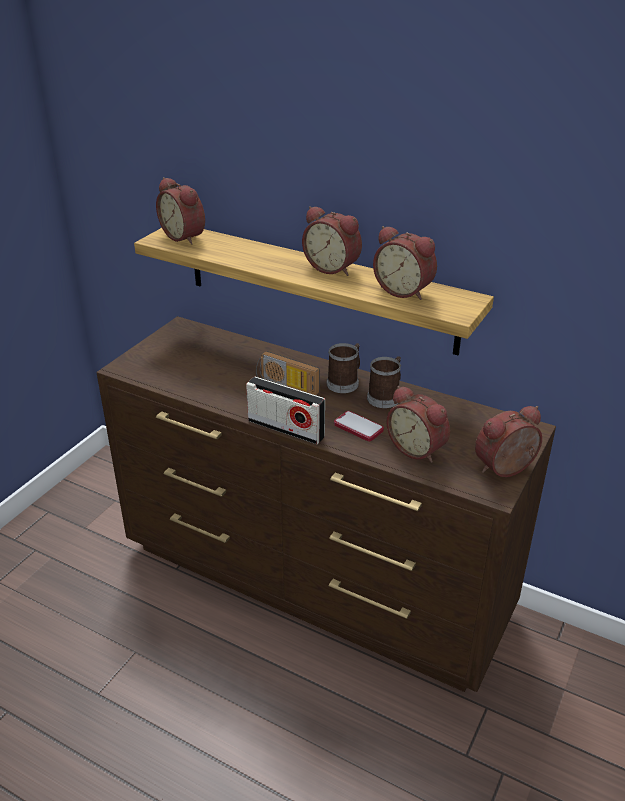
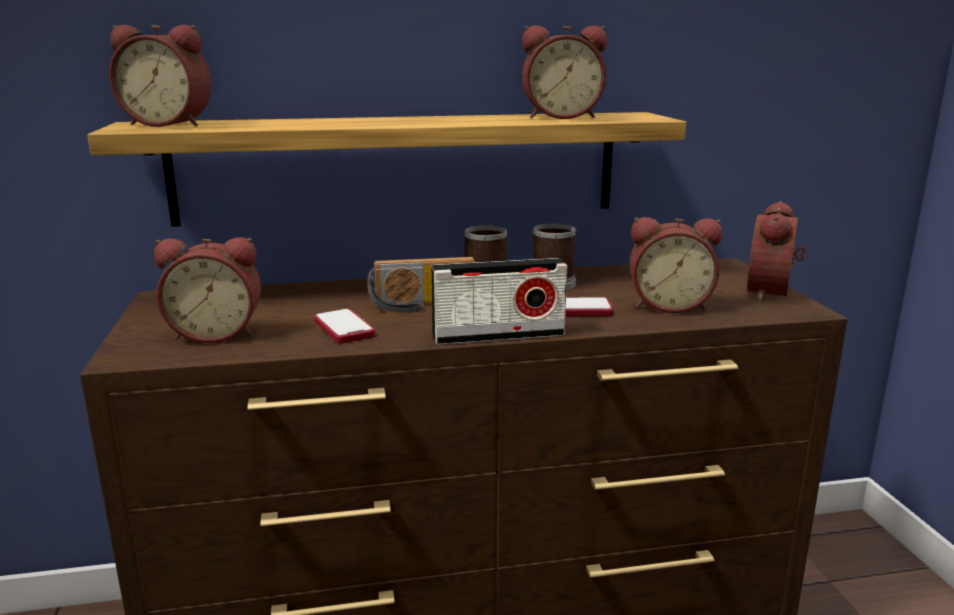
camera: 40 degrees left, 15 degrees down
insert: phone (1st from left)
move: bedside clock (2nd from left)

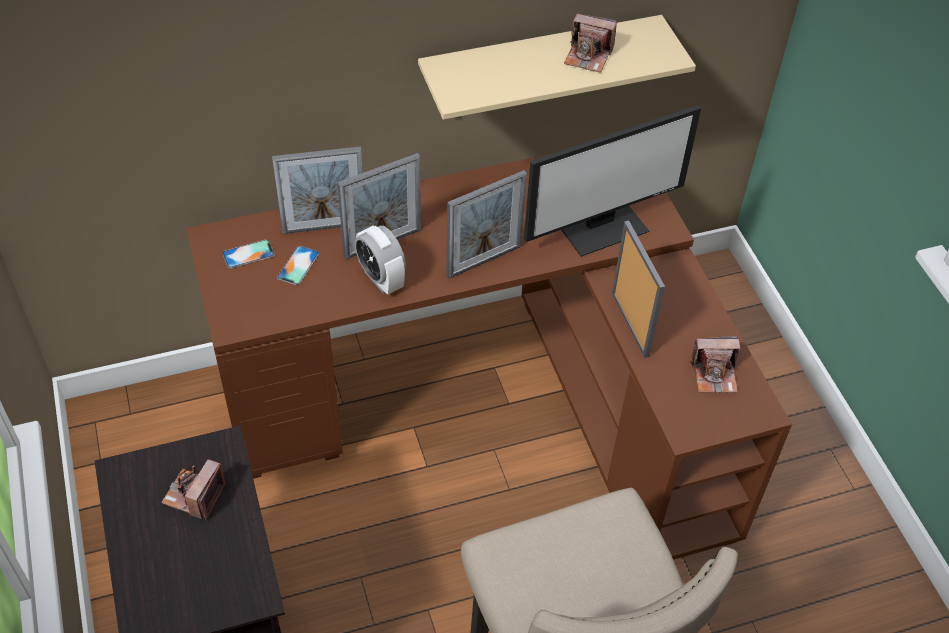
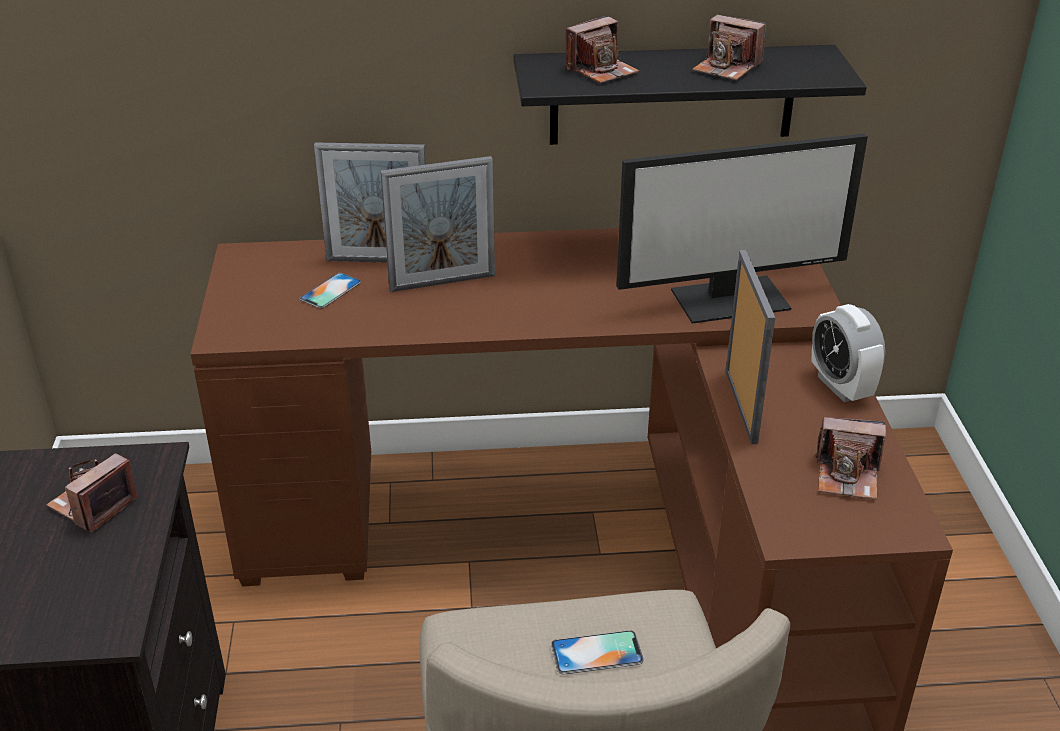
camera: 15 degrees right, 15 degrees down
delete: standing frame (3rd from left)
insert: still camera (2nd from left)
move: phone (1st from left in the first image) to phone (2nd from left); bedside clock
recolor: sand-coloured bracket shelf to blackish bracket shelf

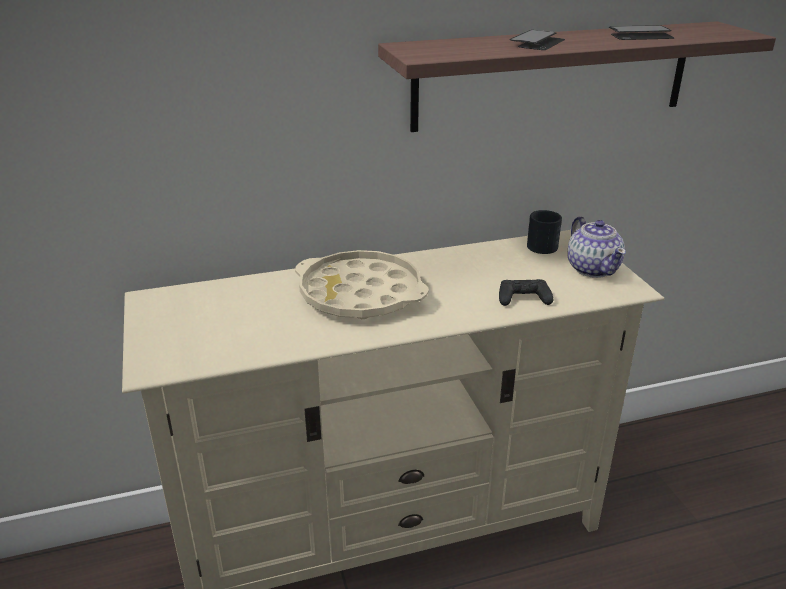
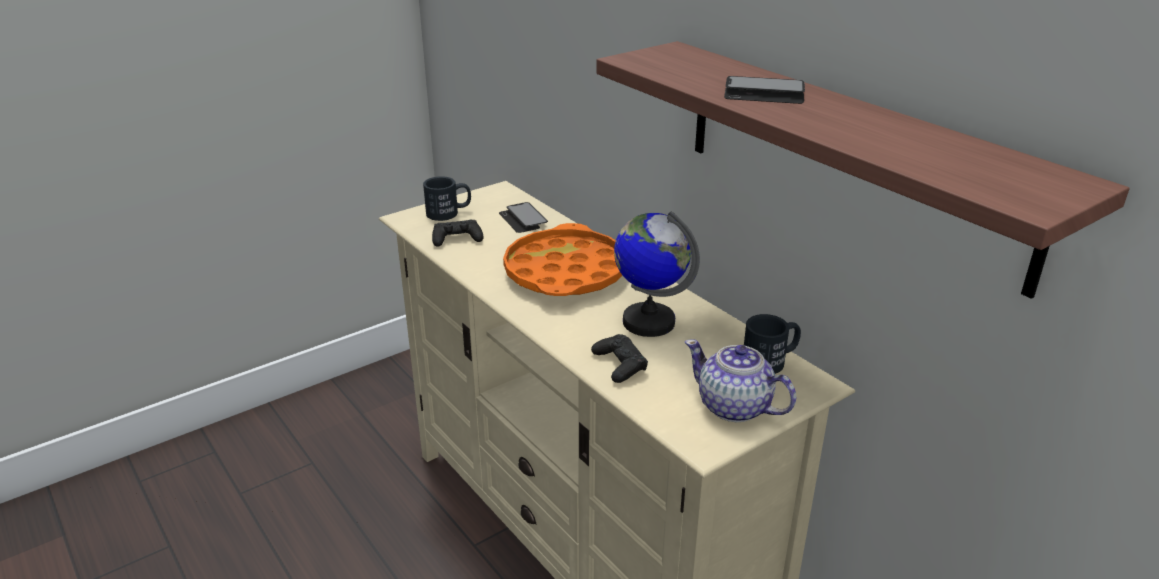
camera: 70 degrees right, 0 degrees up
insert: blackish coffee mug (1st from left); blackish joypad (1st from left); world globe
move: phone (2nd from left in the first image) to phone (1st from left)
recolor: sand-coloured carrying tray to orange carrying tray
rotate: teapot 75 degrees clockwise

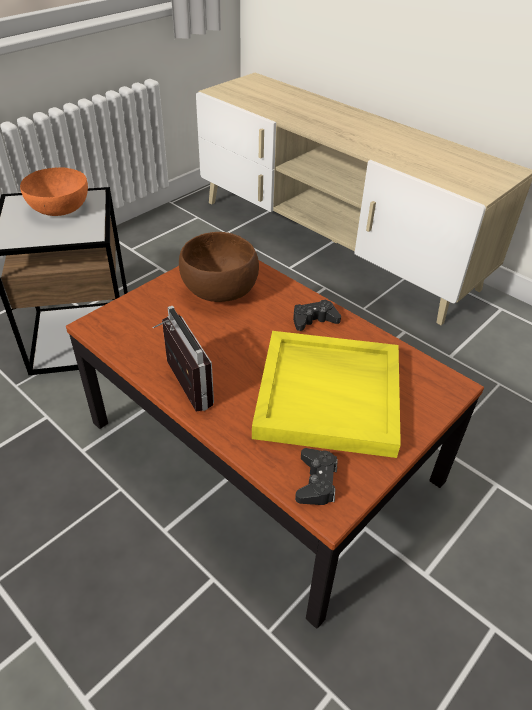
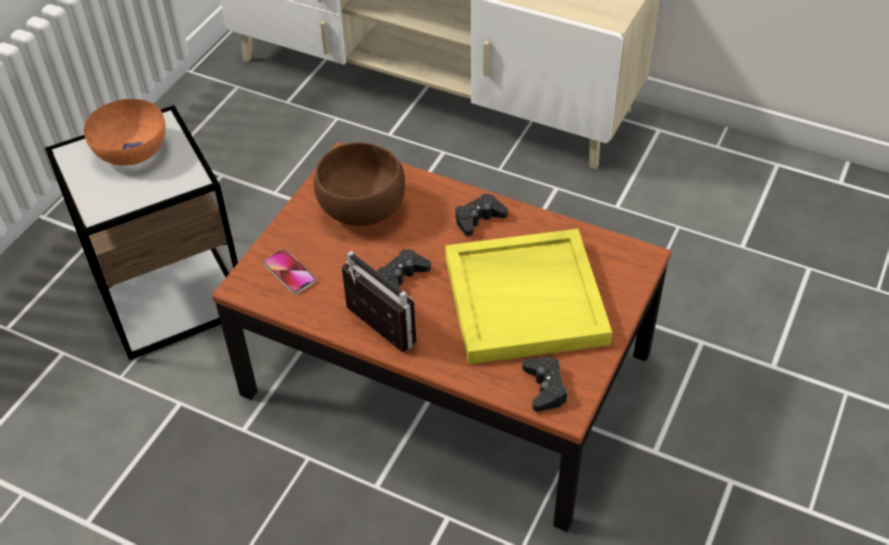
camera: 15 degrees left, 5 degrees up
insert: phone; blackish joypad (1st from left)

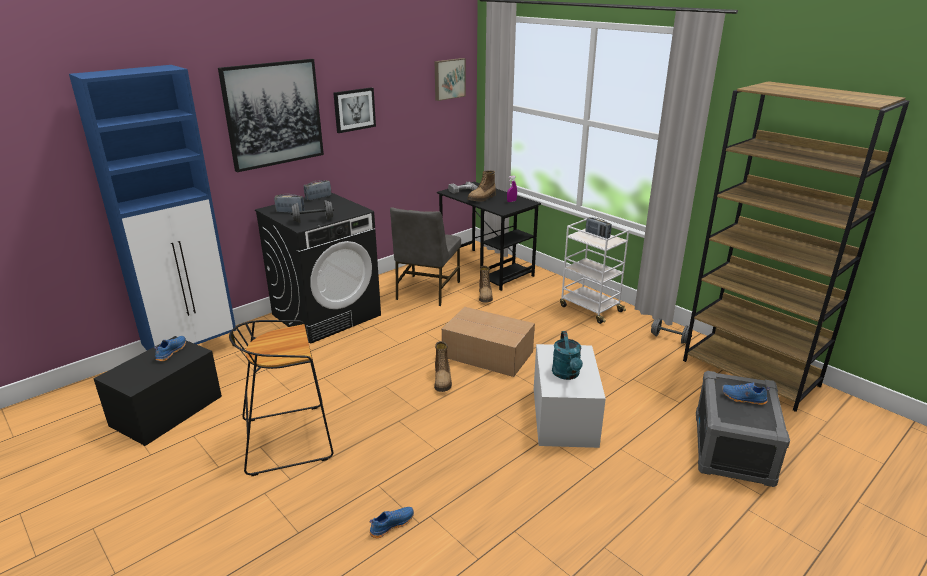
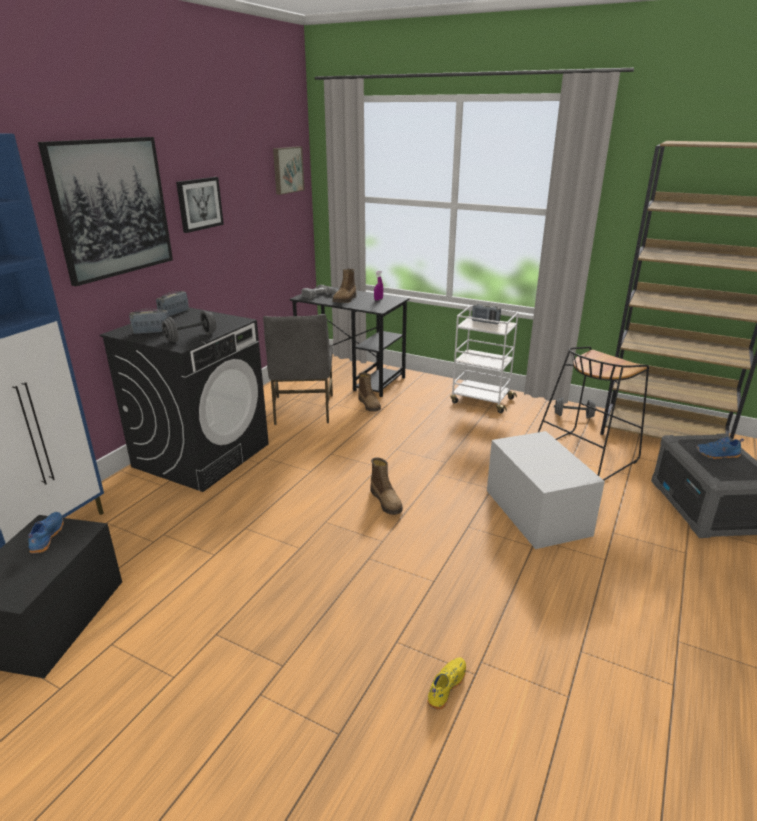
camera: 20 degrees left, 0 degrees up
delete: cardboard box; blue-green watering can
move: blackish stool seat
recolor: bluish item of footwear (2nd from left) to yellow item of footwear

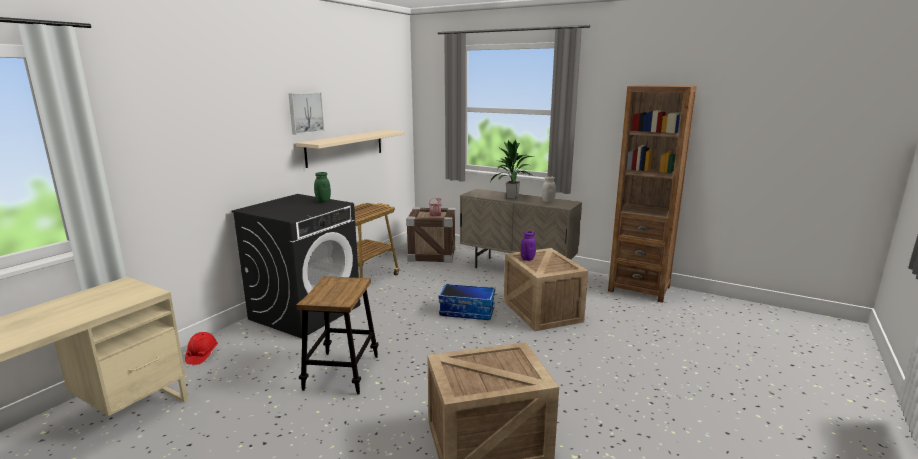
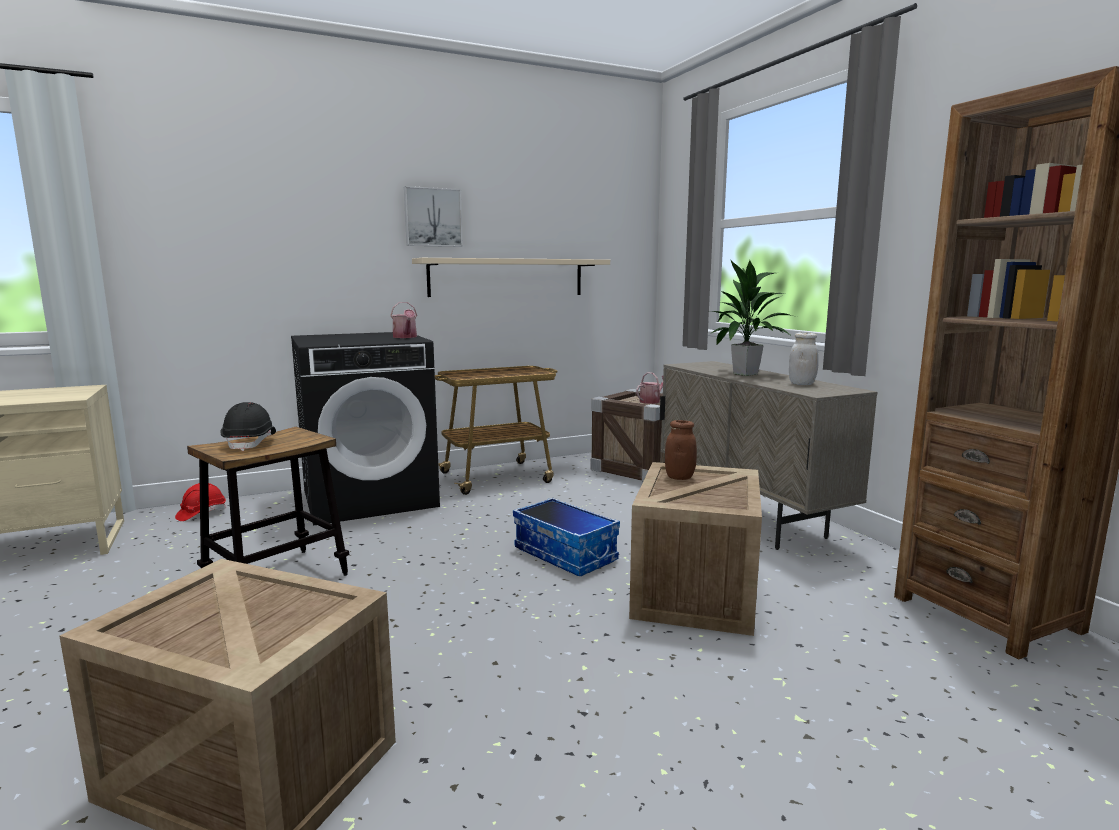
camera: 35 degrees right, 5 degrees down
insert: blackish hard hat
replace: green storage jar to watering can (1st from left)
recolor: purple storage jar to brownish storage jar

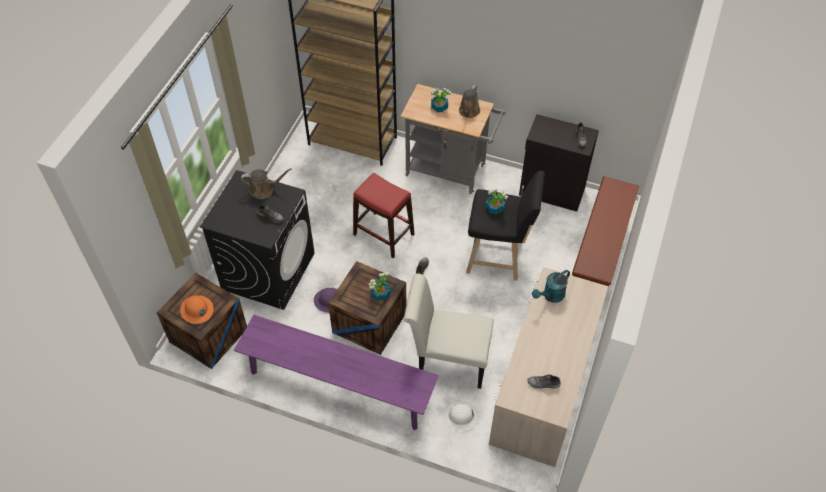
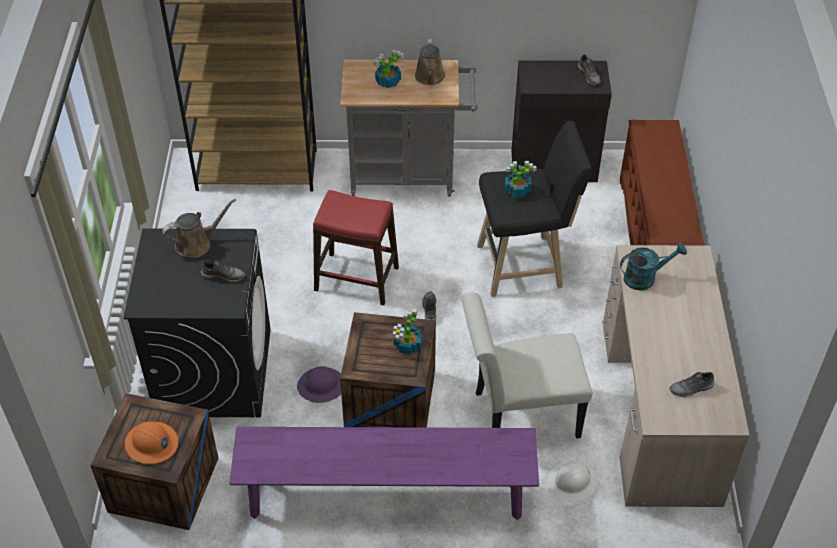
camera: 20 degrees left, 5 degrees down
rotate: blue-green watering can 135 degrees counterclockwise

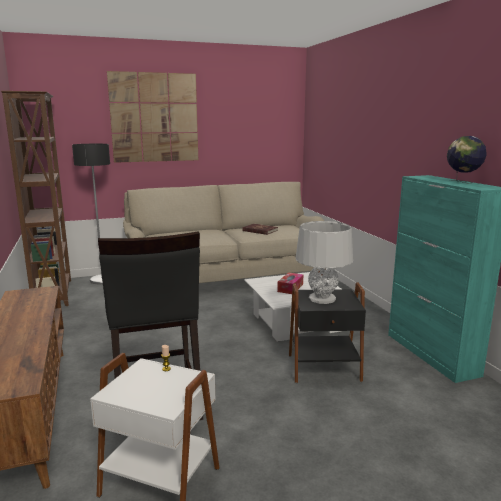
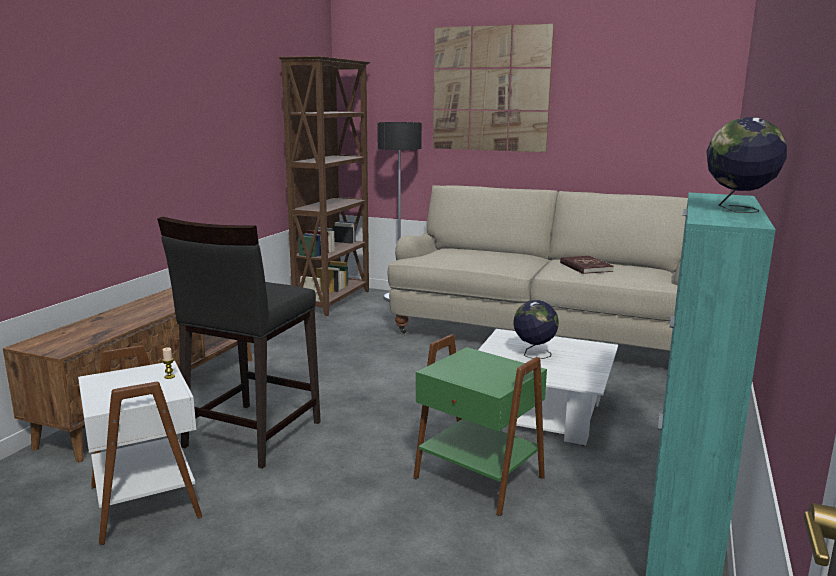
camera: 40 degrees right, 0 degrees up
delete: grey lamp for a table
replace: tissue holder to world globe (1st from left)
recolor: blackish end table to green end table

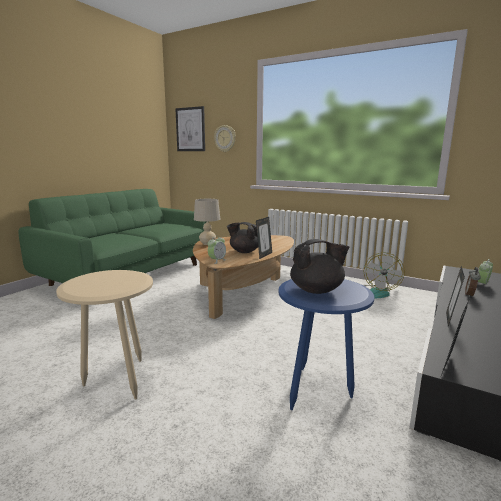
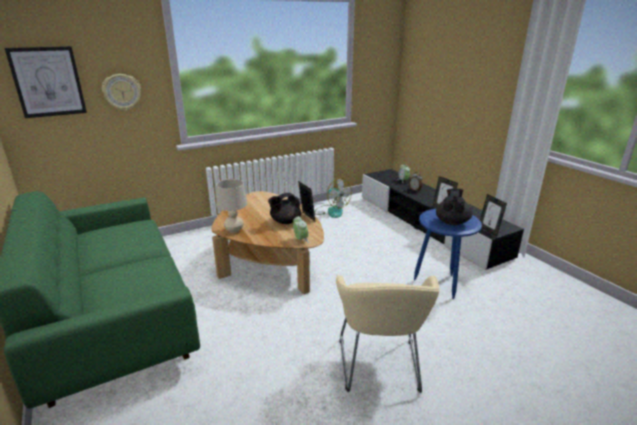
camera: 60 degrees left, 10 degrees up
replace: sand-coloured end table to sand-coloured armchair

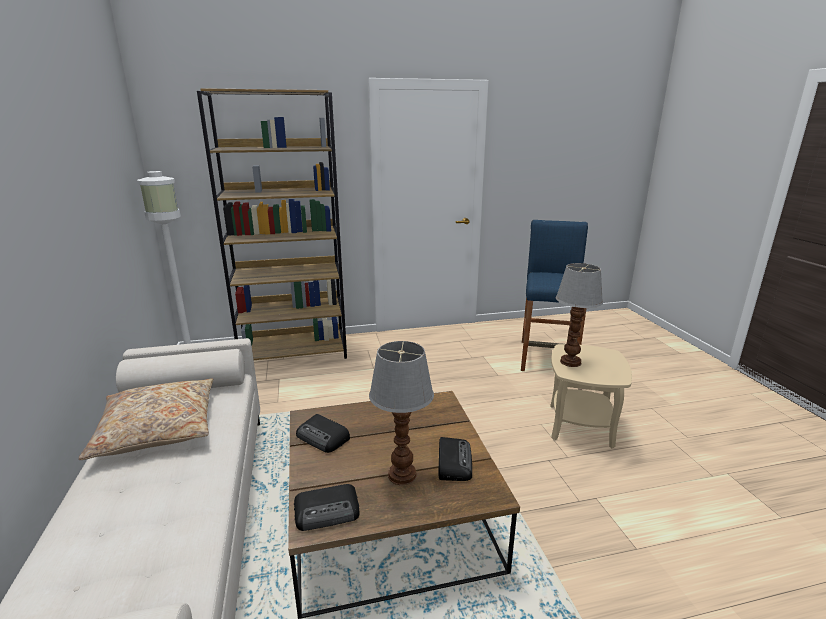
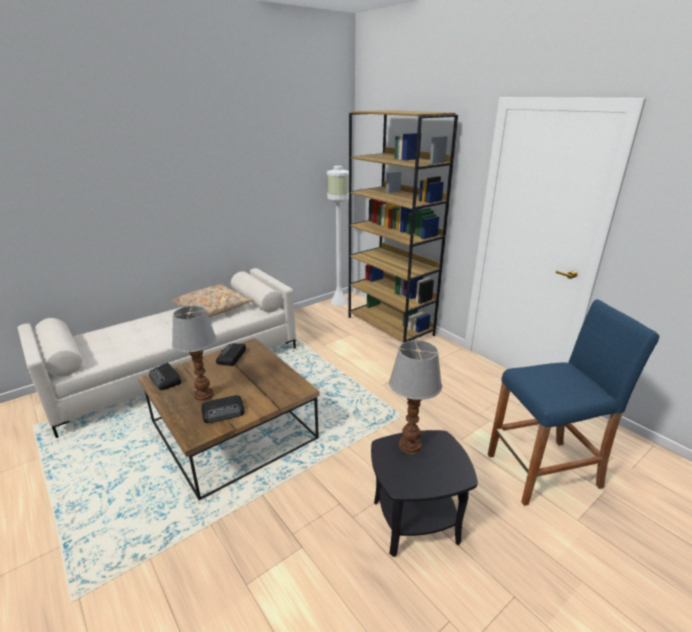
camera: 65 degrees right, 5 degrees up
recolor: sand-coloured end table to blackish end table

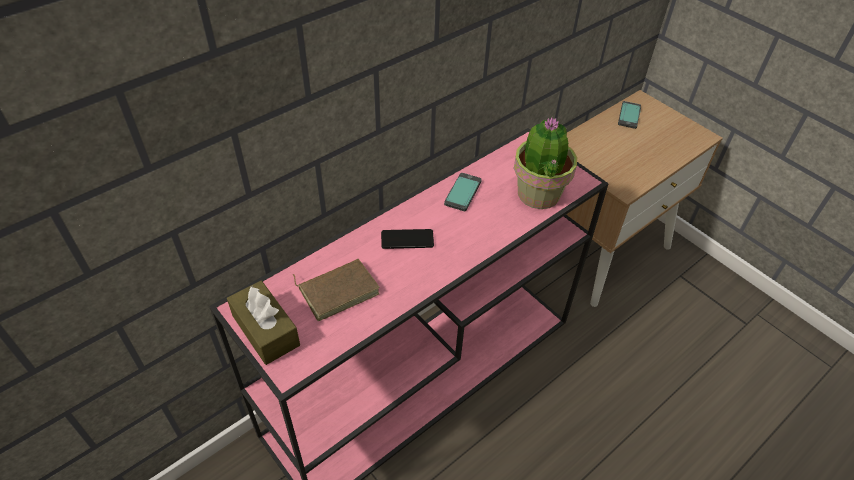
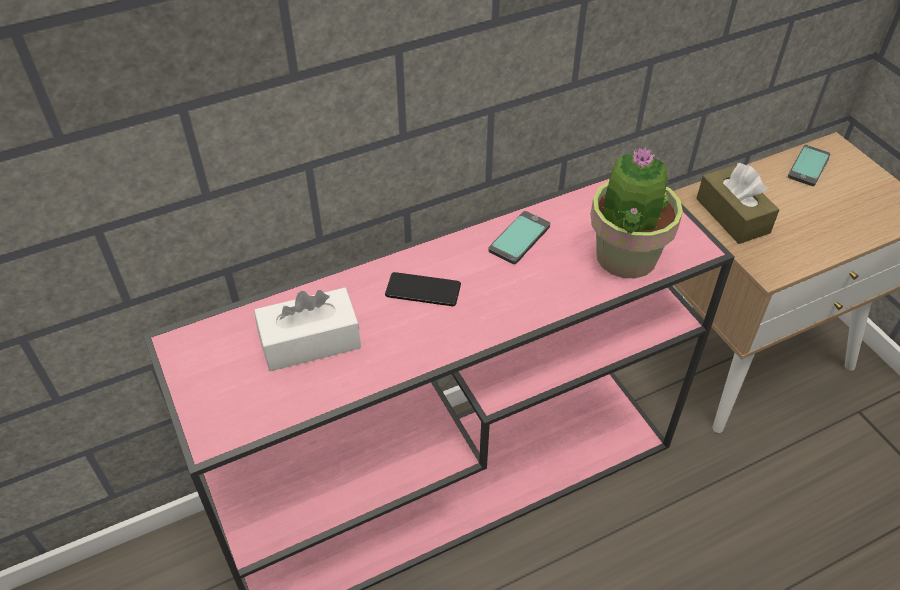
camera: 15 degrees right, 0 degrees up
move: brownish tissue holder
replace: brownish book to whitish tissue holder

